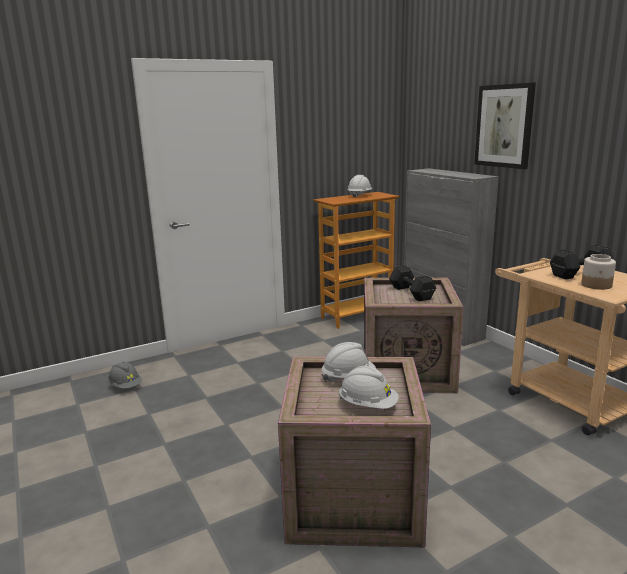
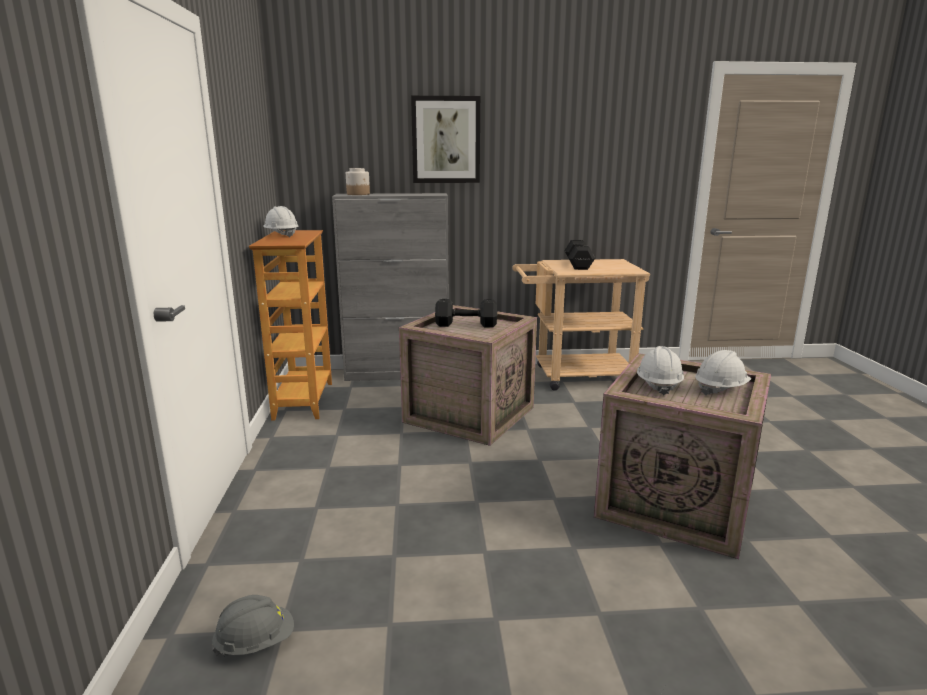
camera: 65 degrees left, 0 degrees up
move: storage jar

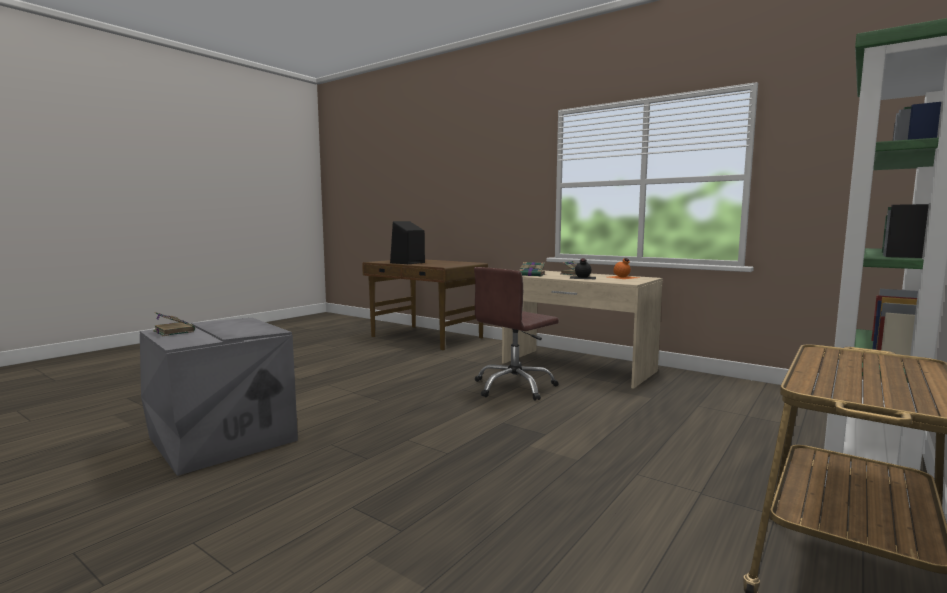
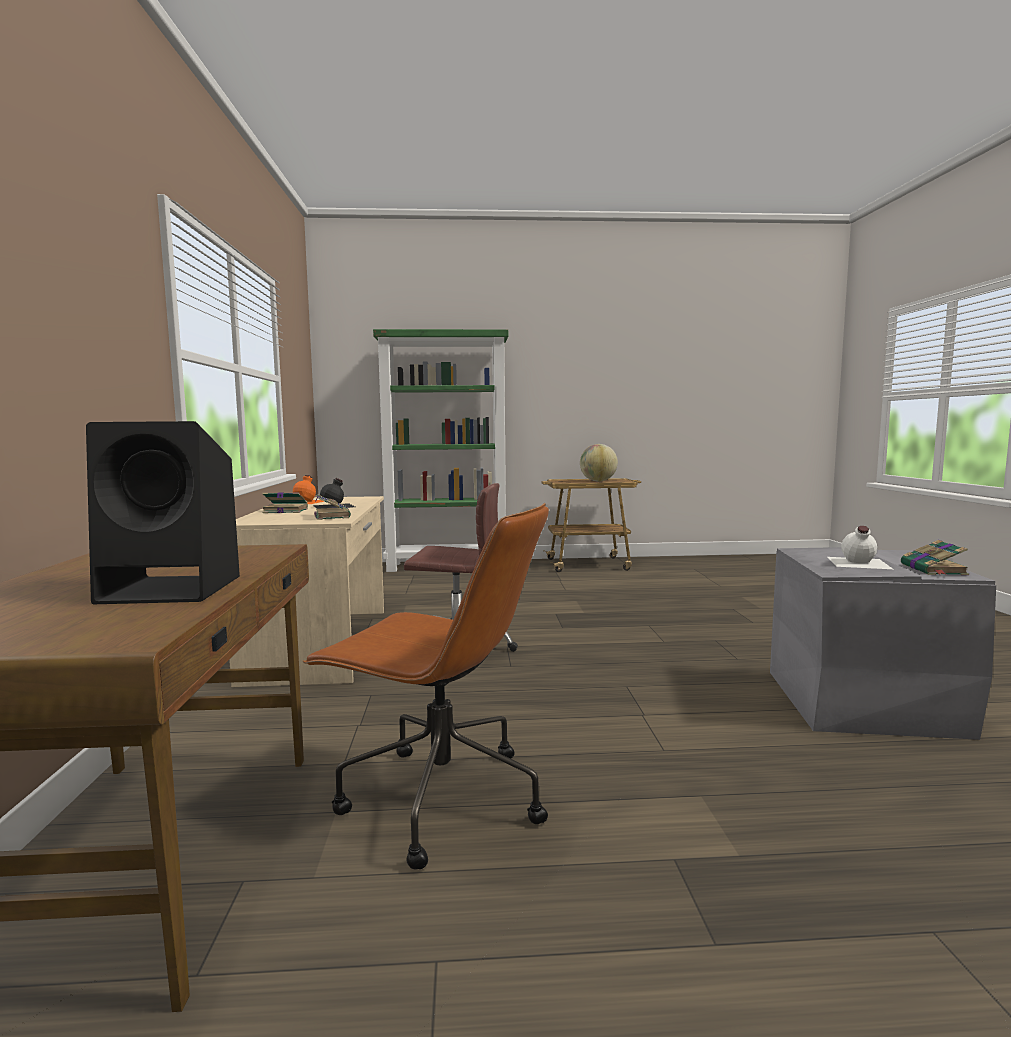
camera: 130 degrees left, 0 degrees up
insert: brownish desk chair (1st from left); world globe; whitish bottle

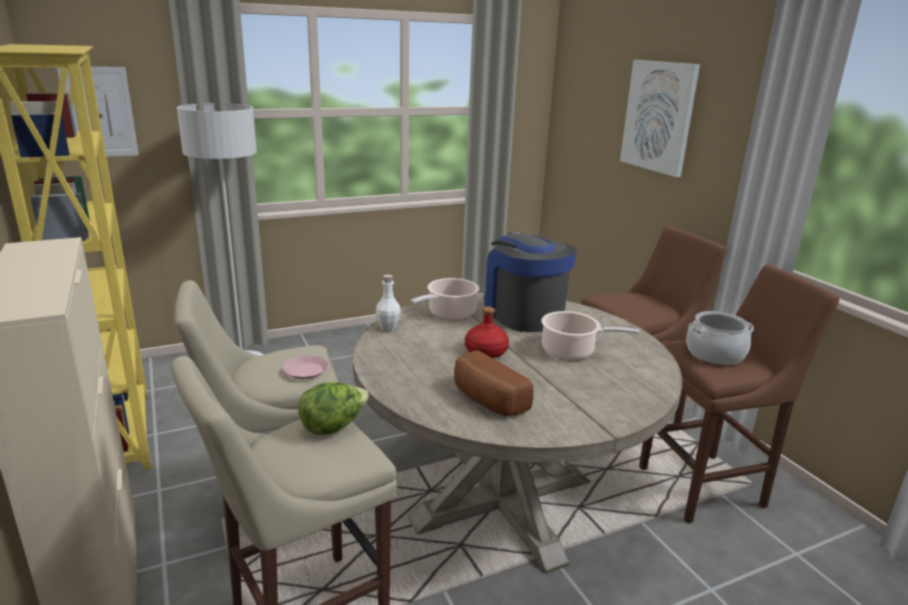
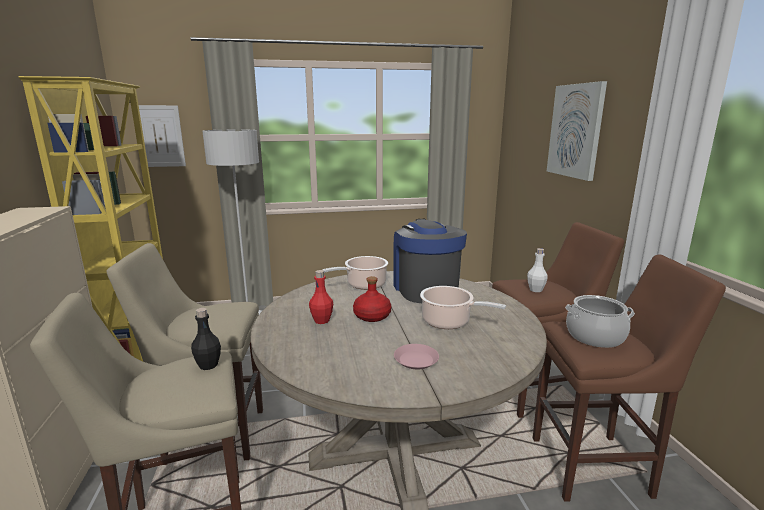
camera: 15 degrees right, 5 degrees down
delete: bread
insert: reddish bottle (1st from left)
move: pink-coloured flat dish; whitish bottle
replace: lettuce to blackish bottle

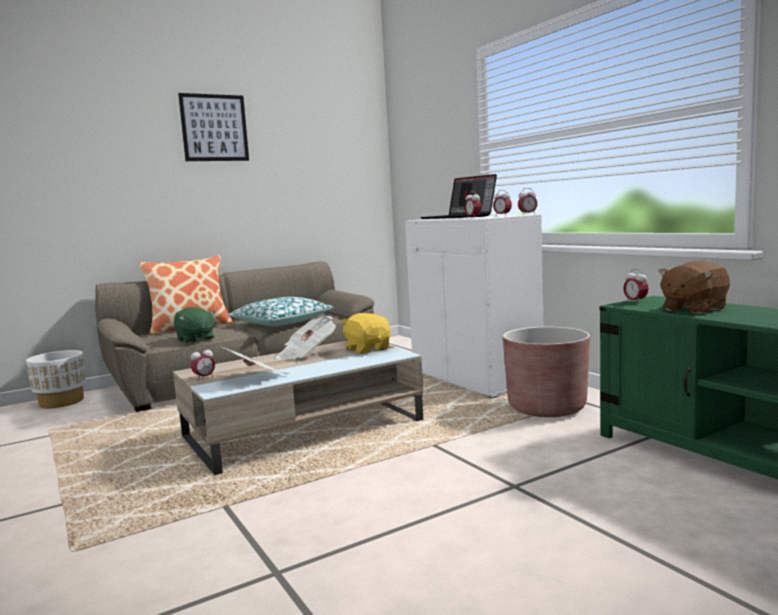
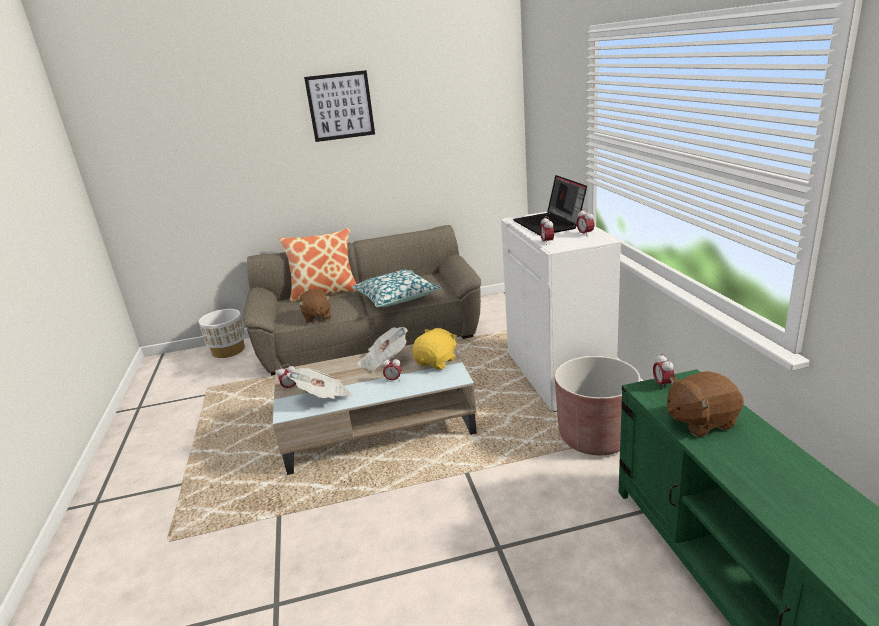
camera: 20 degrees right, 15 degrees up
move: bedside clock (4th from left in the first image) to bedside clock (2nd from left)
recolor: green plush toy to brownish plush toy (1st from left)
rotate: yellow plush toy 45 degrees clockwise

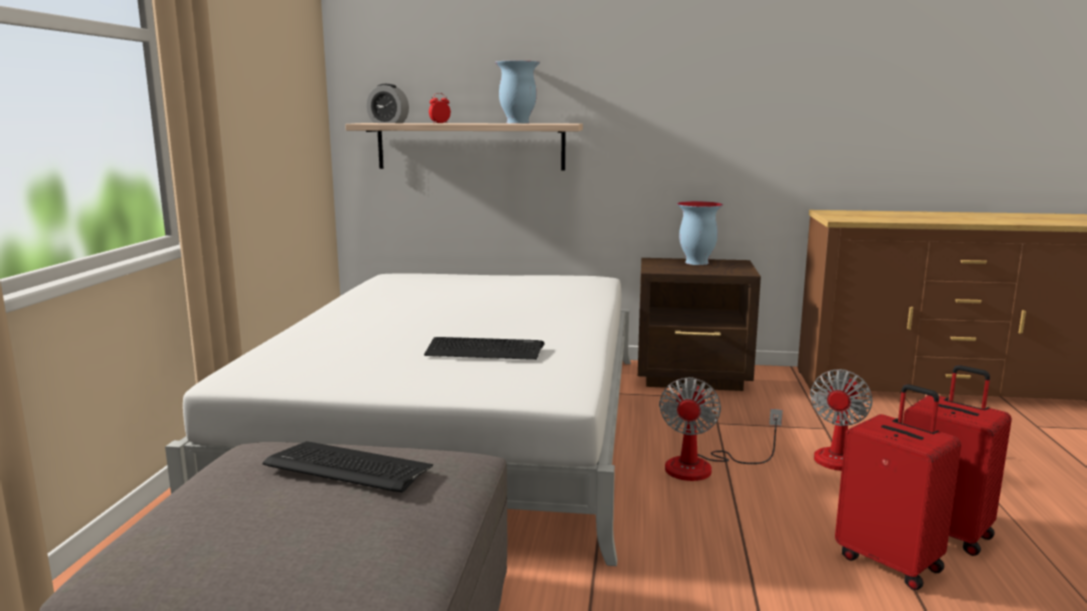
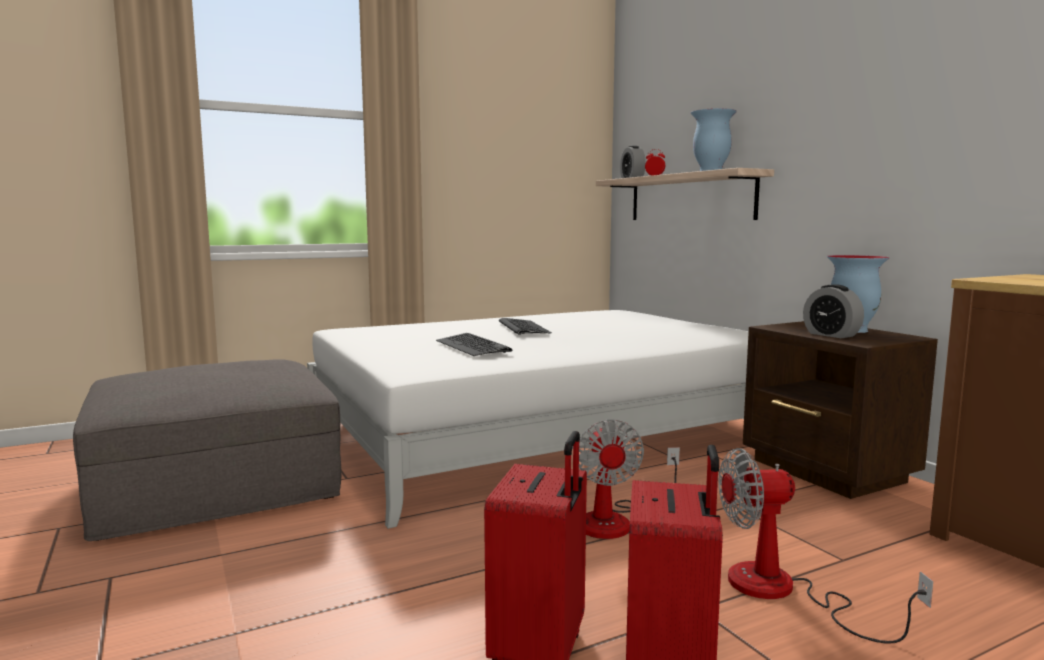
camera: 55 degrees right, 5 degrees down
insert: bedside clock (3rd from left)
move: PC keyboard (1st from left in the first image) to PC keyboard (2nd from left)
rotate: fan (1st from left) 75 degrees counterclockwise

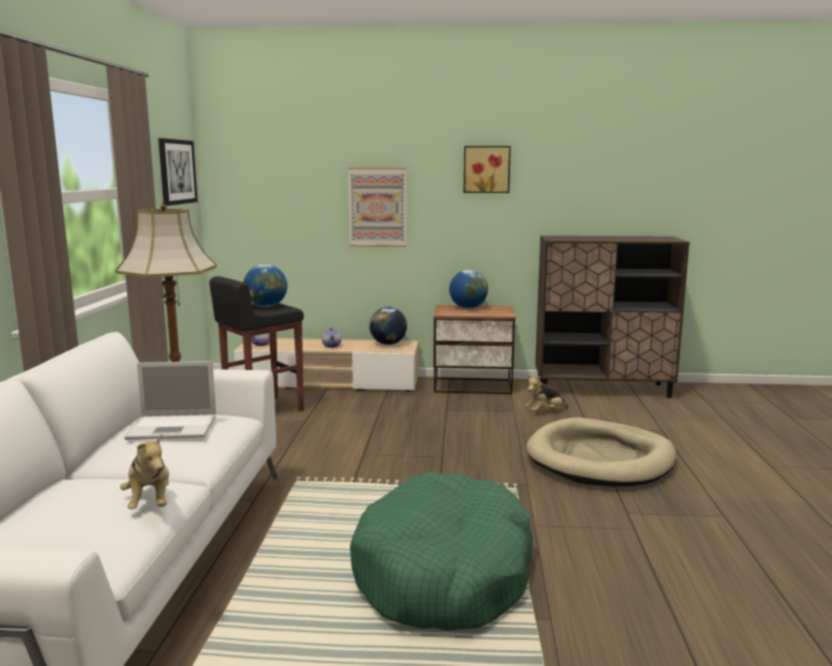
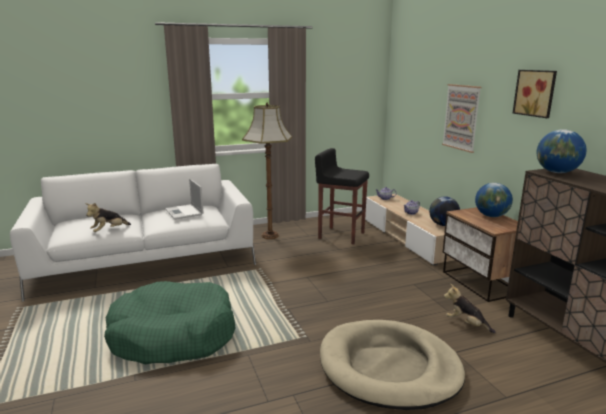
camera: 65 degrees right, 5 degrees up
delete: wall art (1st from left)
move: world globe (1st from left in the first image) to world globe (3rd from left)

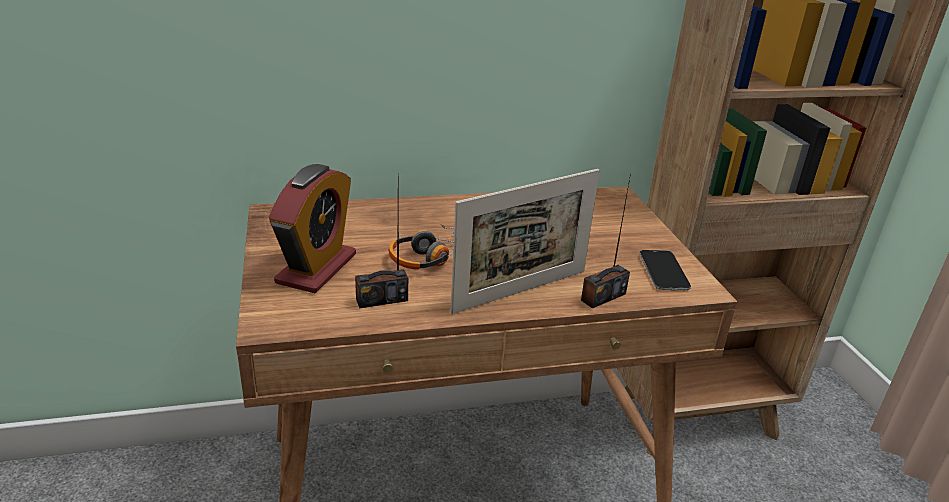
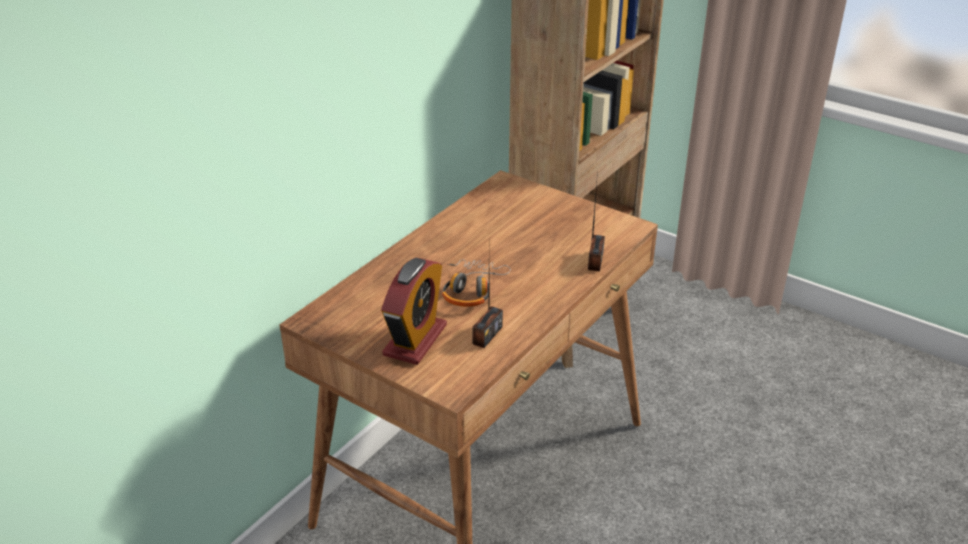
camera: 40 degrees left, 5 degrees up
delete: standing frame; phone
rotate: bedside clock 45 degrees clockwise

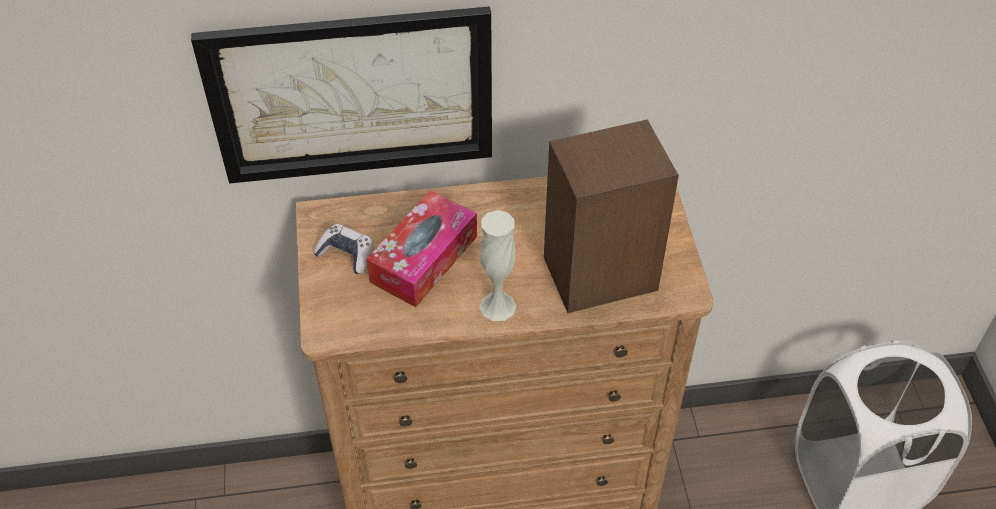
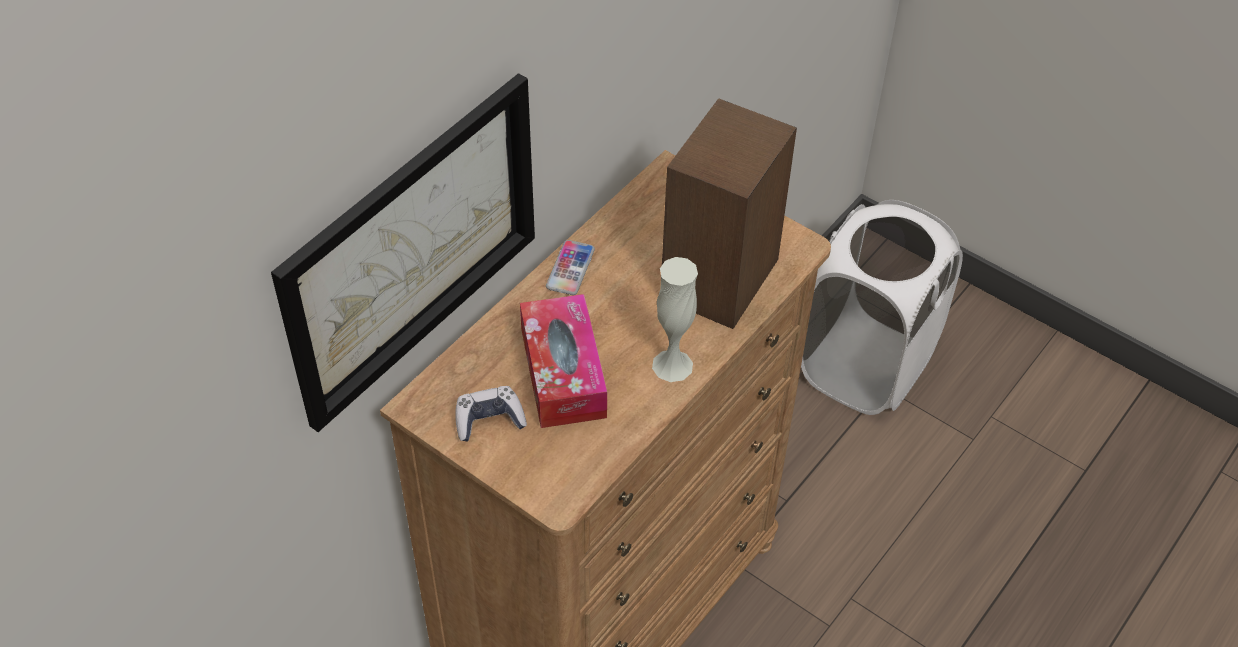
camera: 45 degrees left, 0 degrees up
insert: phone

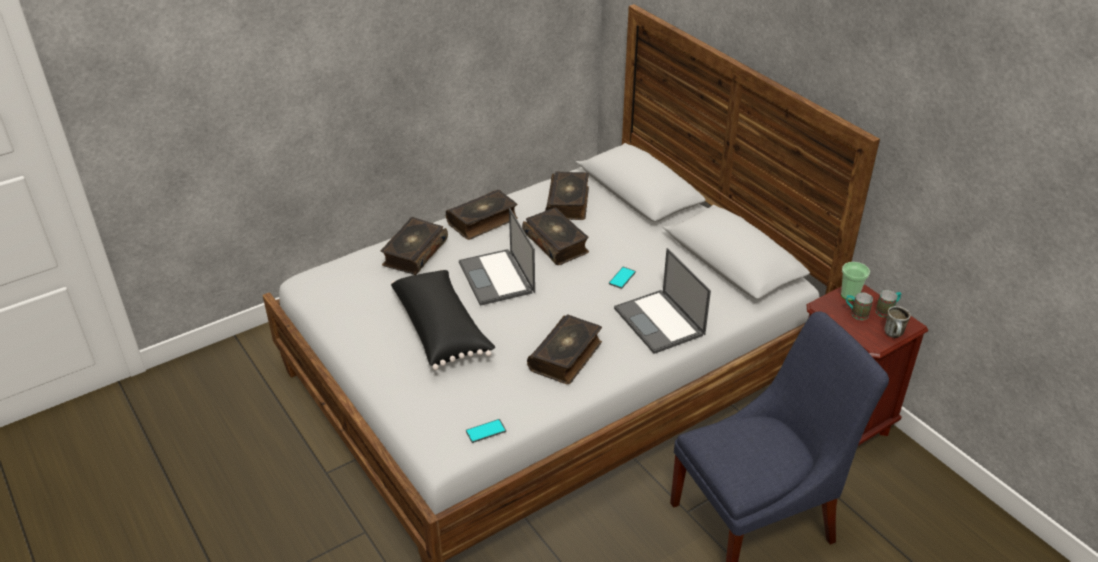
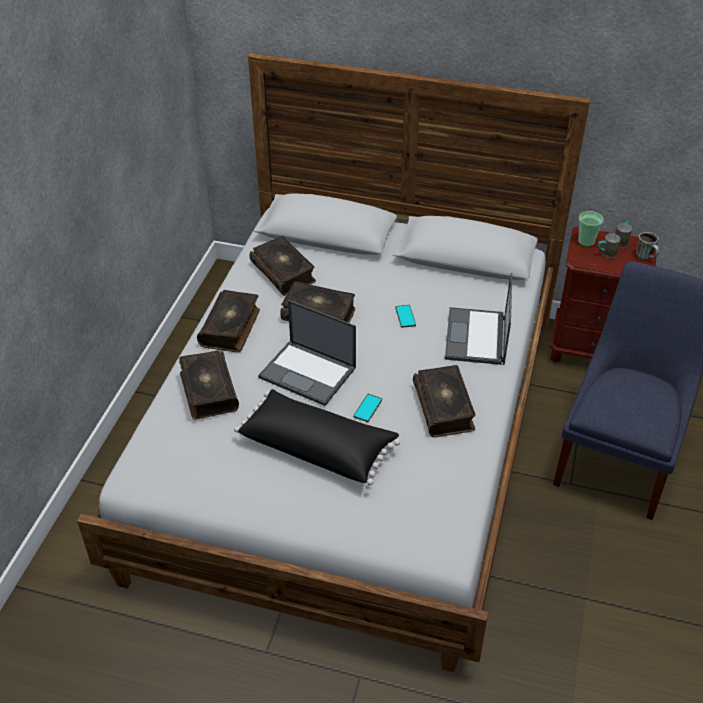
camera: 40 degrees left, 5 degrees up
move: phone (1st from left)
rotate: laptop (2nd from left) 75 degrees clockwise

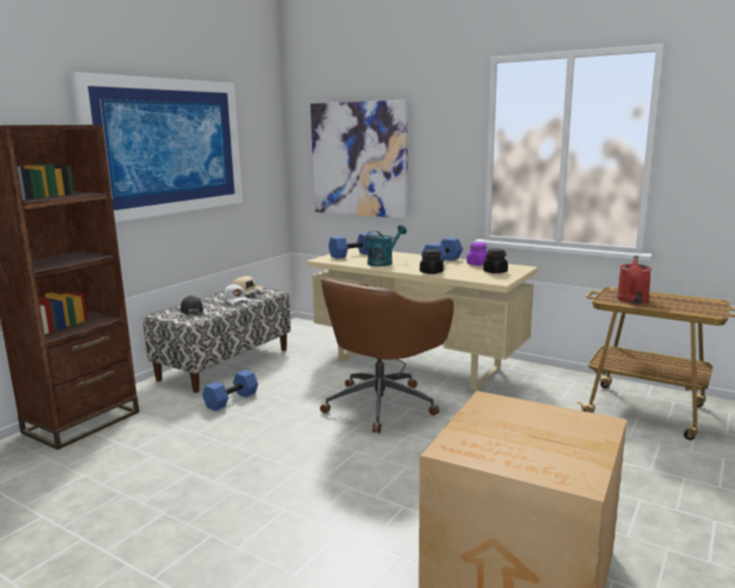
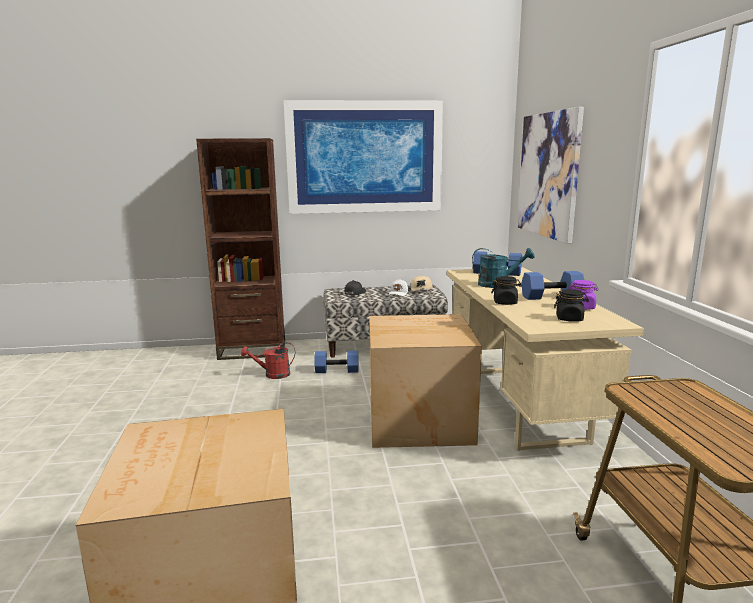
camera: 50 degrees right, 0 degrees up
move: reddish watering can
replace: brownish desk chair to cardboard box (2nd from left)

